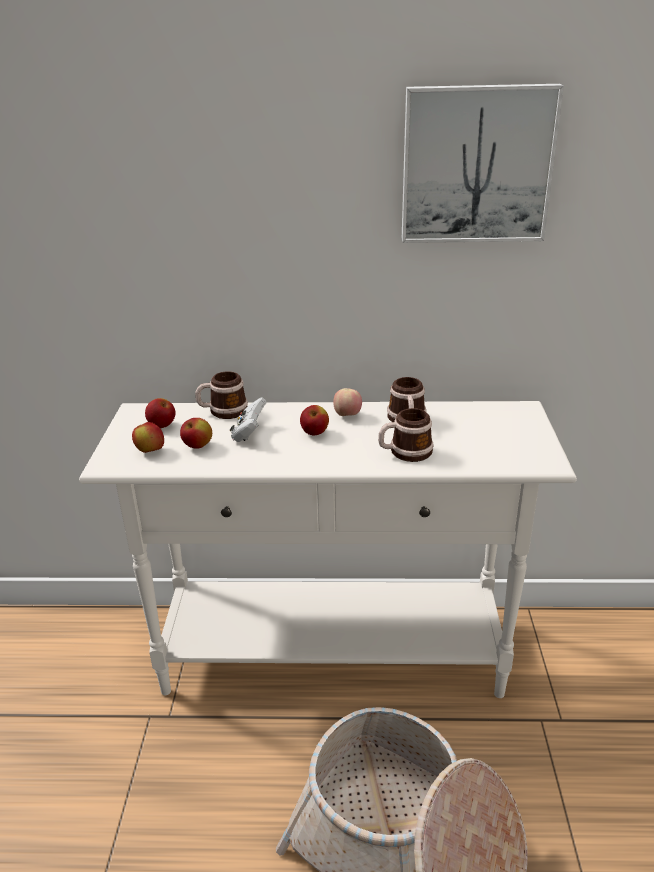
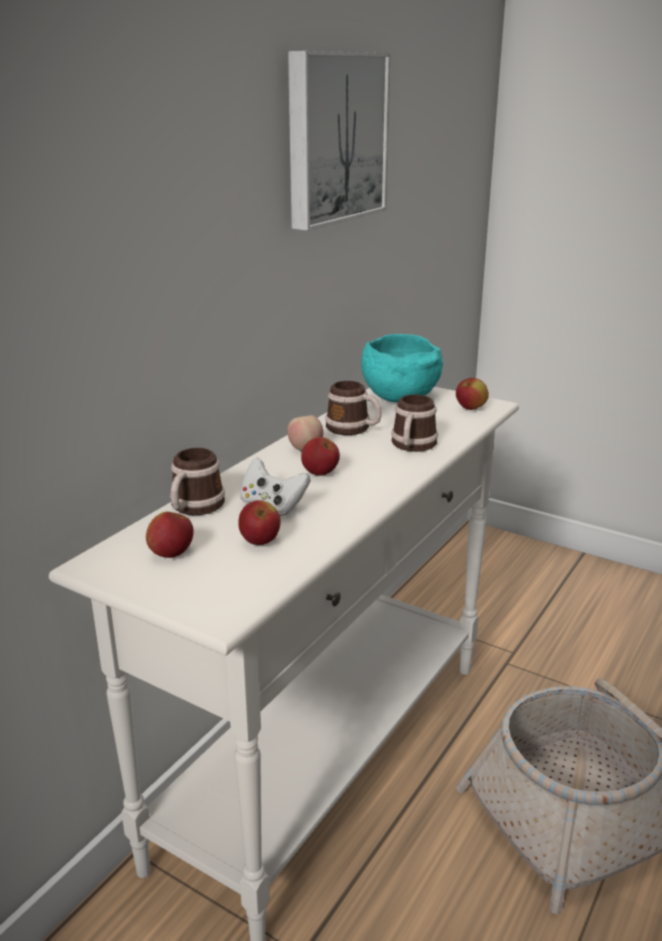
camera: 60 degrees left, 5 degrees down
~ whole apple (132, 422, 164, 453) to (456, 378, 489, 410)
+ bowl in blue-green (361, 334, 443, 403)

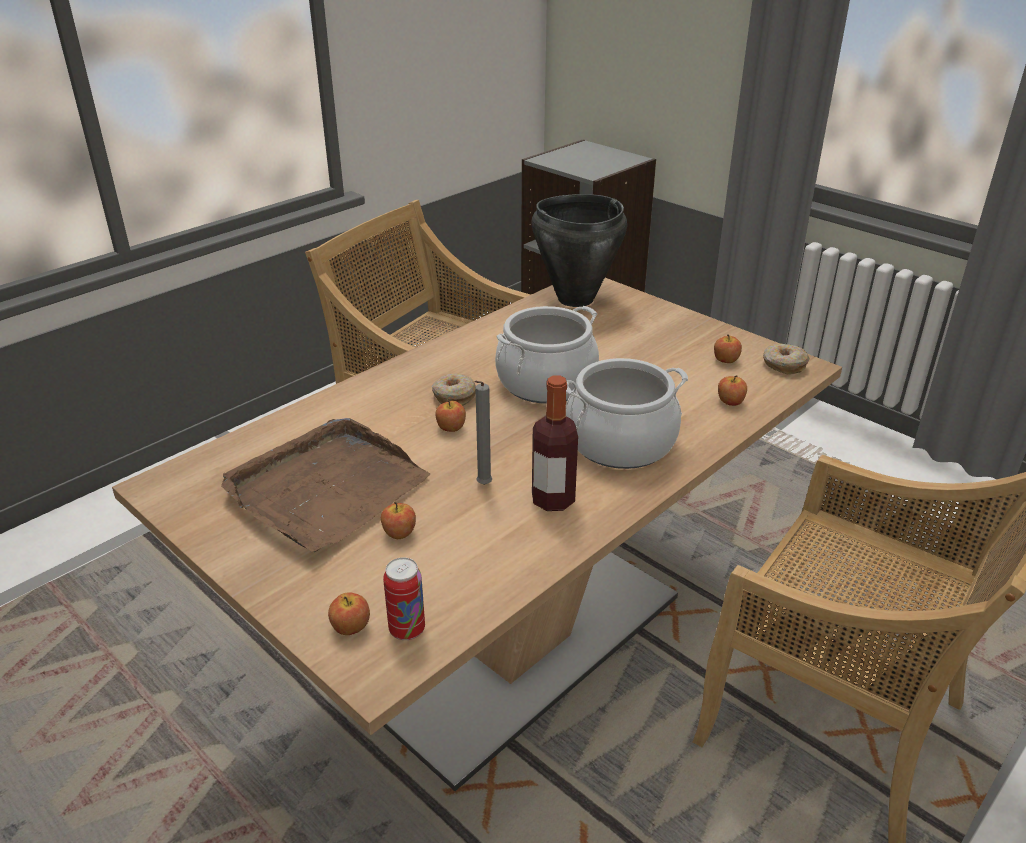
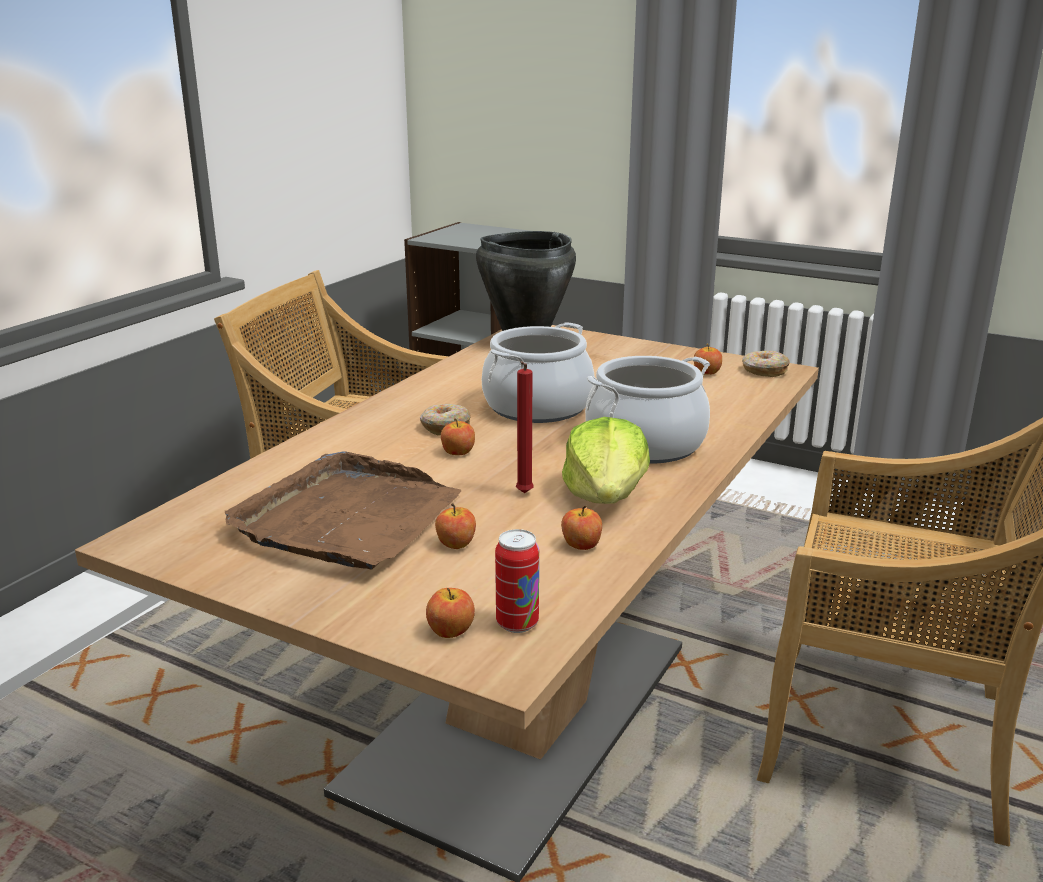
camera: 15 degrees left, 10 degrees down
~ wax light in gray (474, 381, 492, 485) to wax light in red (516, 361, 534, 493)
~ bottle (532, 375, 578, 511) to lettuce head (562, 417, 650, 504)
~ whole apple (718, 375, 747, 406) to (561, 506, 602, 550)

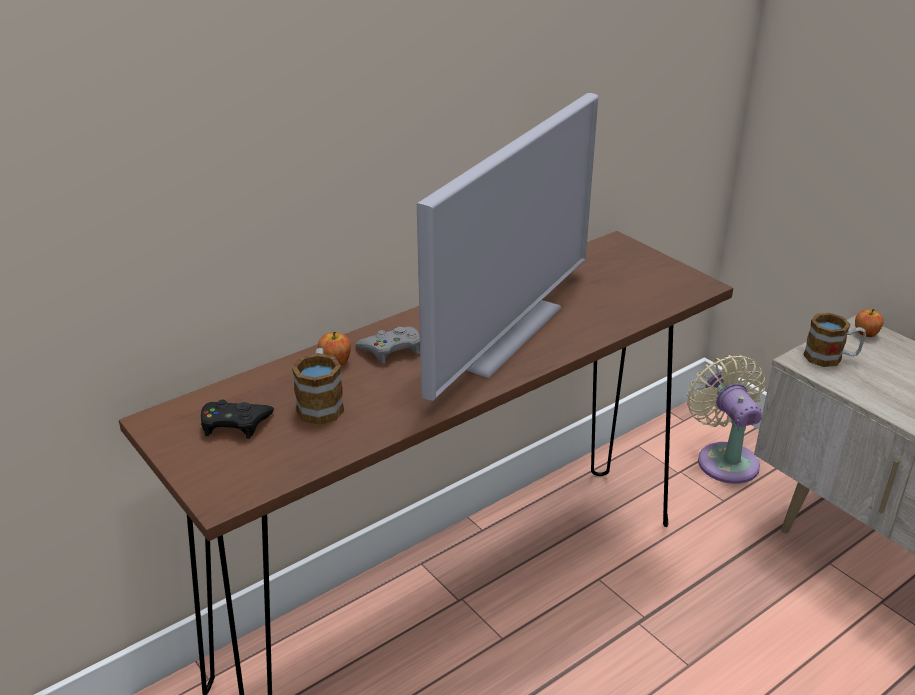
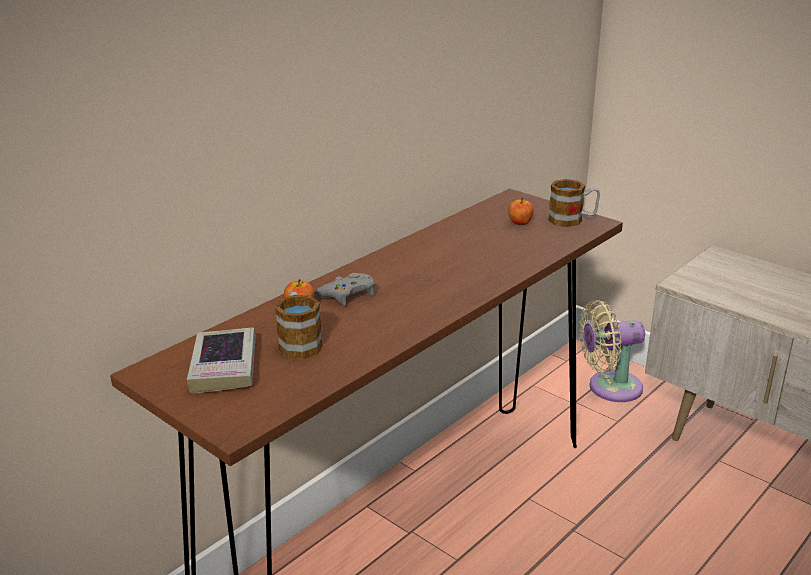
camera: 10 degrees left, 5 degrees down
~ gamepad in black (201, 400, 274, 439) to bound book (187, 327, 256, 393)
- television (417, 93, 598, 401)
~ cooling fan in sand-coloured (687, 355, 765, 484) = (579, 300, 645, 402) 75 degrees counterclockwise
~ mug (803, 313, 866, 367) to (548, 179, 600, 227)
~ whole apple (855, 309, 884, 337) to (508, 197, 534, 225)

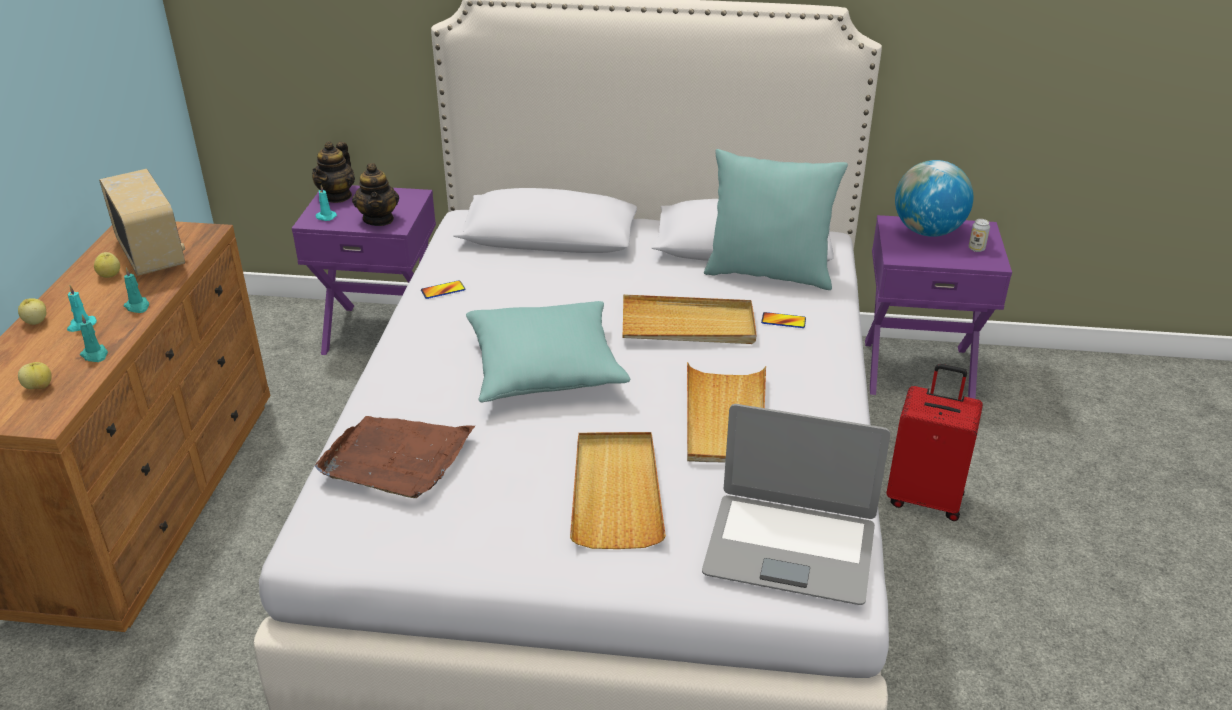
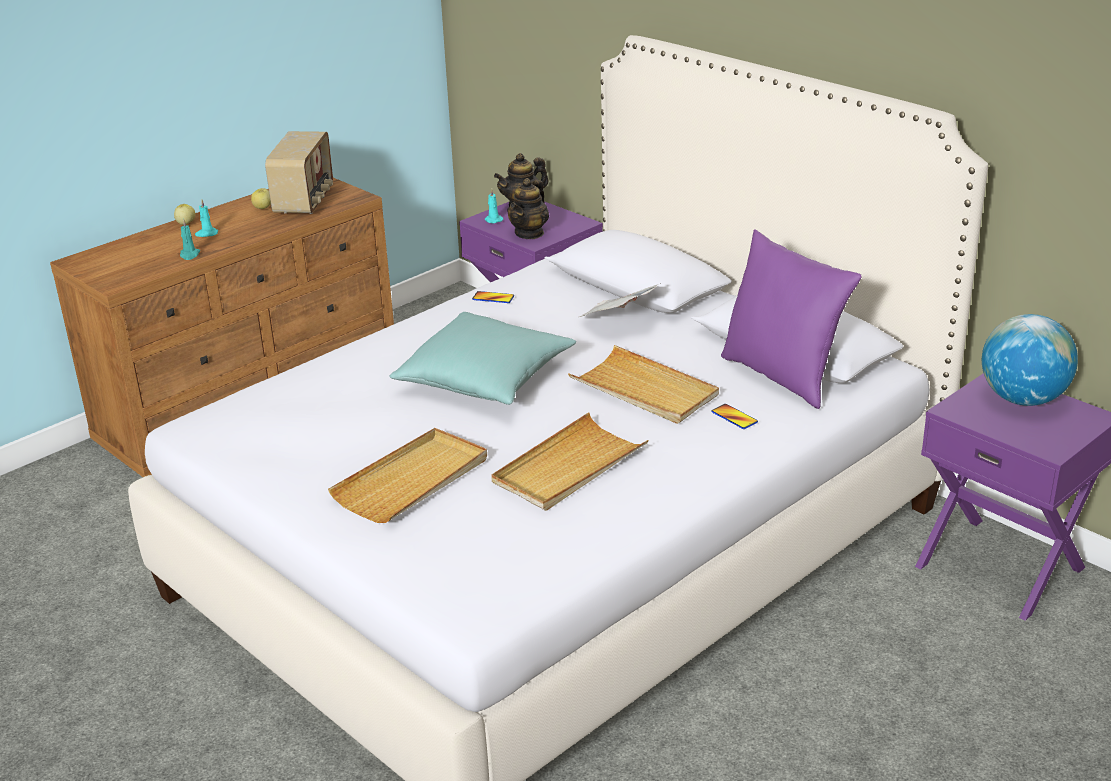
camera: 40 degrees right, 5 degrees down
- whole apple (18, 362, 52, 389)
- wax light in blue-green (123, 267, 149, 313)
- serving tray in brownish (315, 416, 475, 498)
- notebook computer (702, 404, 890, 605)
~ pillow in blue-green (704, 149, 848, 290) to pillow in purplish (721, 229, 862, 409)
- suitcase in red (886, 364, 983, 521)
- sealed can (969, 219, 990, 252)
+ newspaper (579, 283, 661, 317)

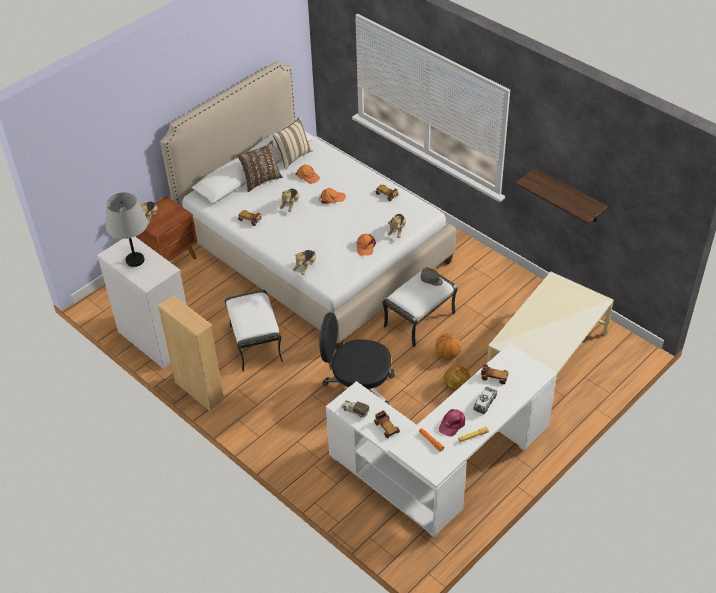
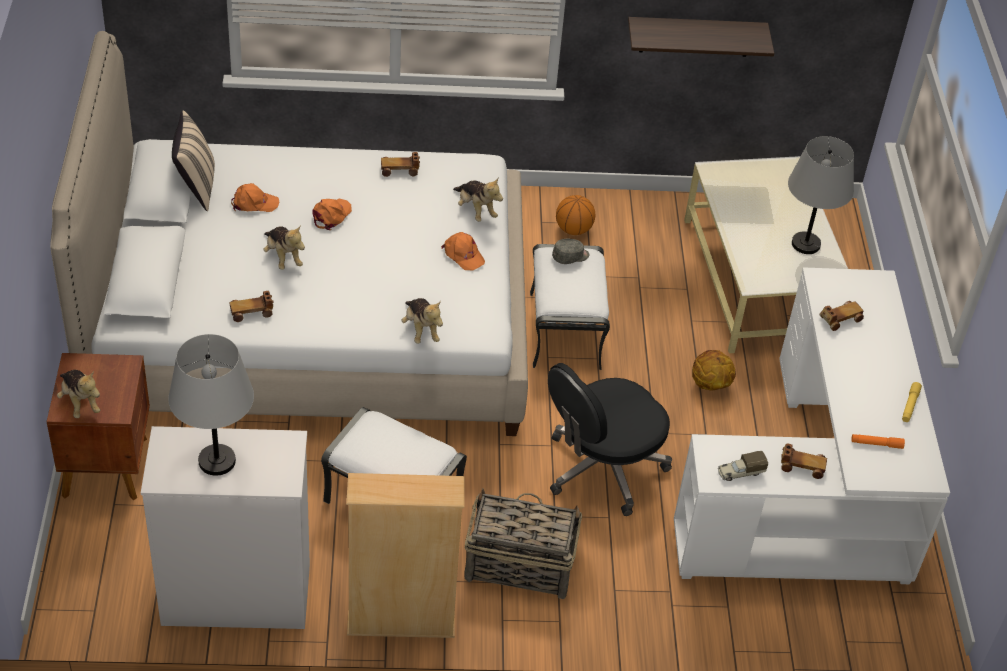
camera: 50 degrees left, 0 degrees up
- pillow in brownish (237, 141, 283, 192)
~ basketball ball (436, 334, 461, 360) to (556, 195, 595, 235)
- cap in pink-coloured (439, 409, 465, 436)
- toy lorry (473, 387, 497, 414)
+ household basket (464, 488, 582, 599)
+ lamp for a table in gray (788, 136, 854, 254)

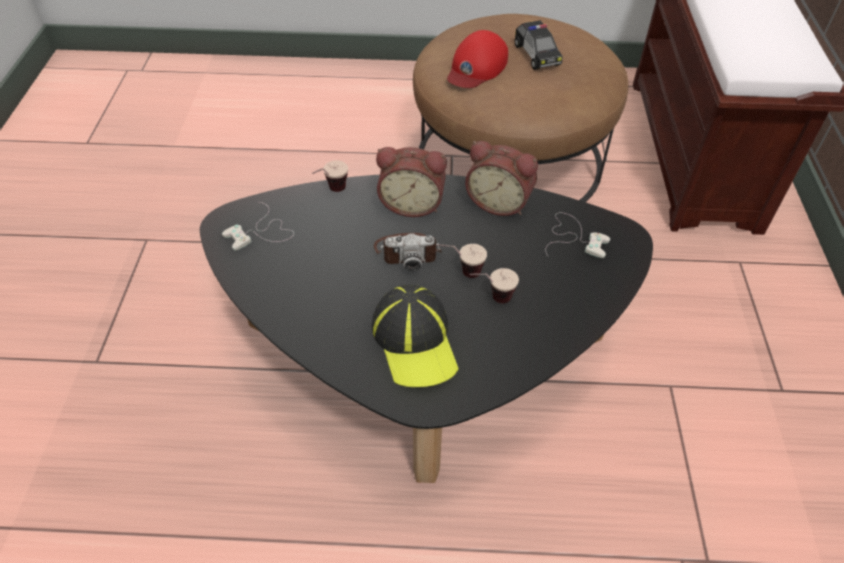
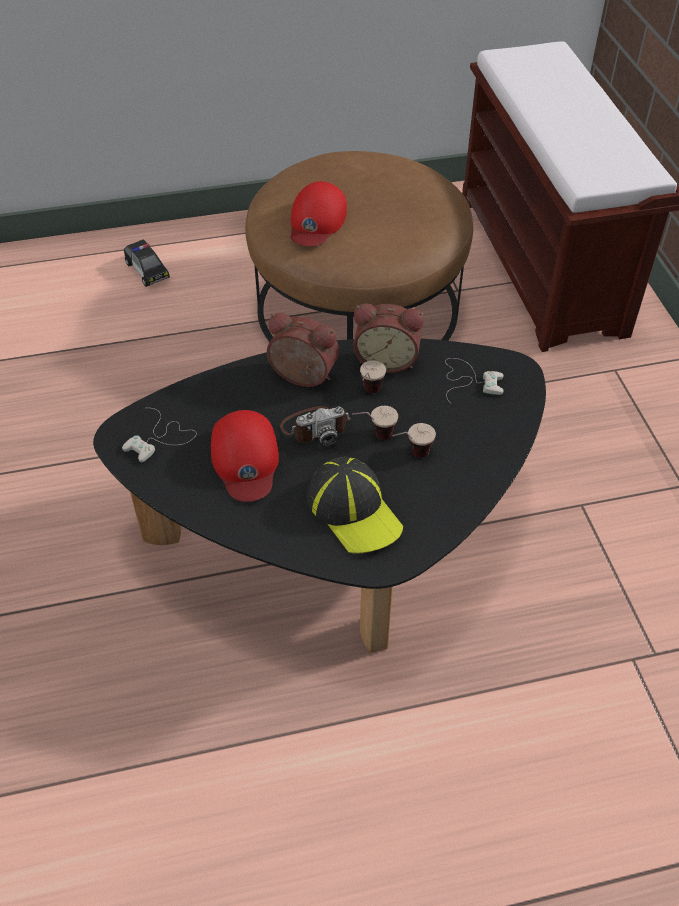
camera: 15 degrees left, 0 degrees up
~ drinking cup (312, 160, 348, 192) to (360, 360, 386, 393)
~ alarm clock (376, 147, 447, 217) = (267, 313, 339, 387) 150 degrees counterclockwise
~ toy car (515, 20, 563, 70) to (124, 239, 170, 287)
+ cap in red (211, 410, 279, 502)

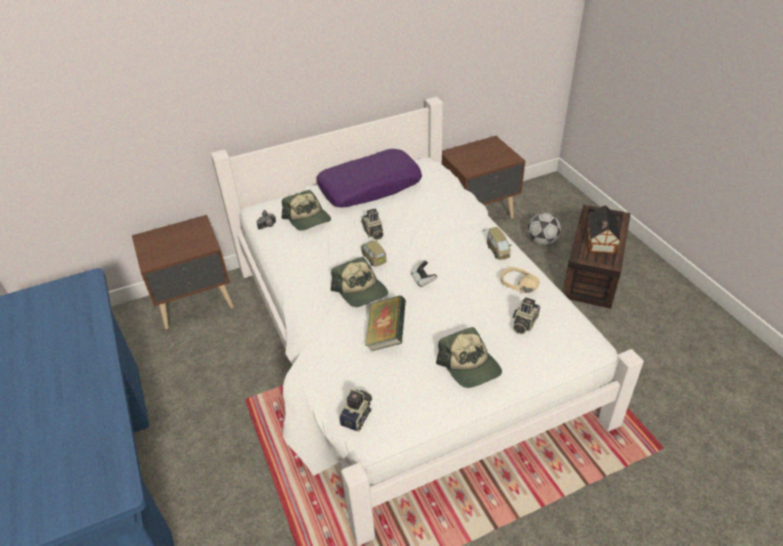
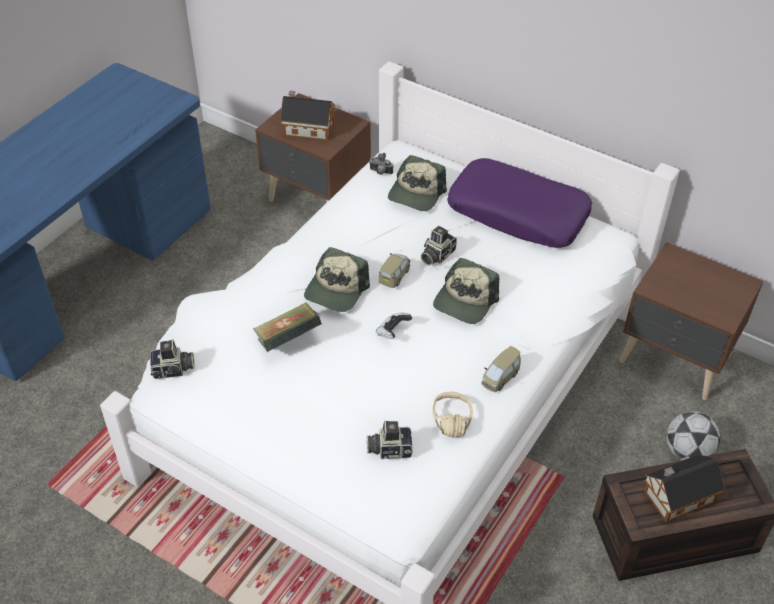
camera: 55 degrees right, 5 degrees up
~ cap (436, 327, 502, 388) to (433, 258, 499, 324)
+ miniature house (280, 91, 335, 141)

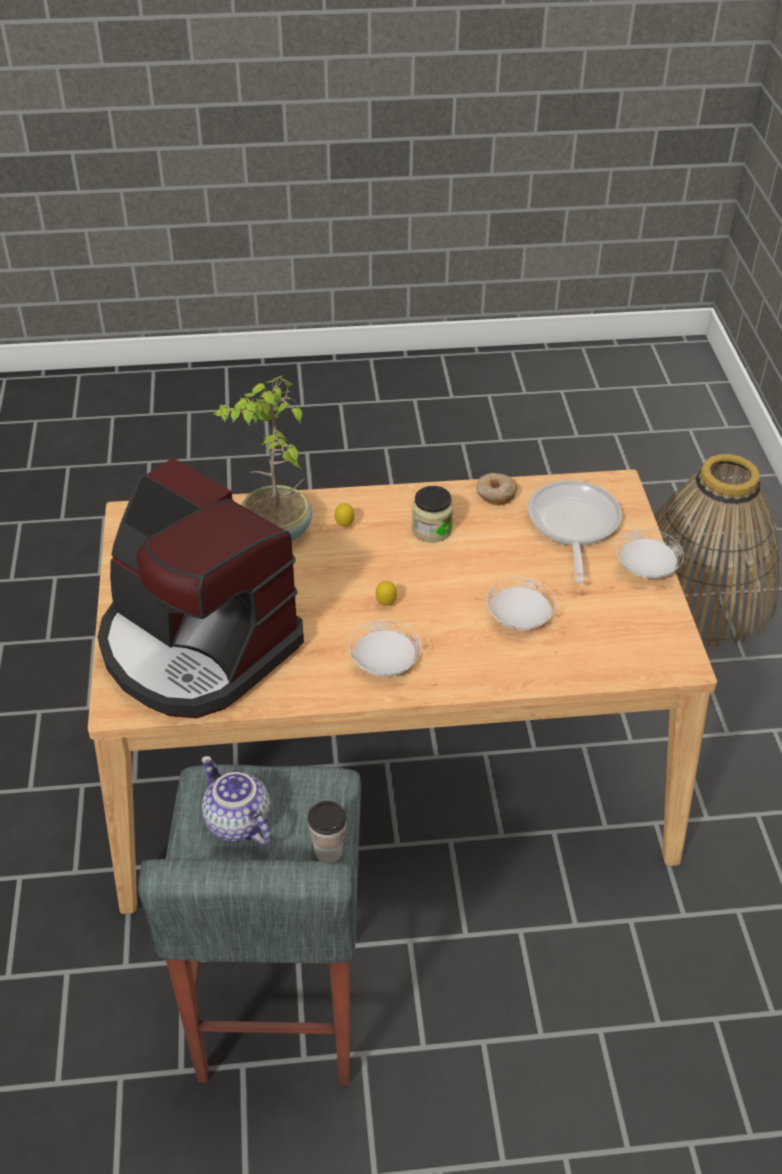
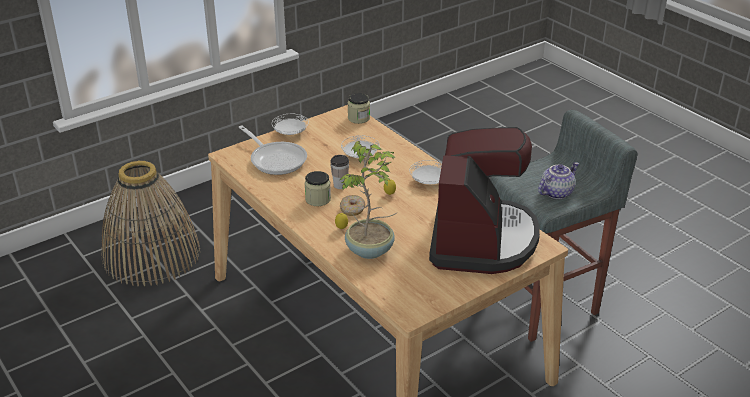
camera: 120 degrees left, 10 degrees down
~ teapot (201, 756, 271, 846) = (538, 162, 579, 199) 150 degrees counterclockwise
~ drinking cup (308, 801, 346, 862) to (330, 155, 349, 189)
~ donut (476, 473, 518, 506) to (340, 195, 365, 216)
~ pan (527, 480, 622, 583) = (238, 125, 307, 175) 105 degrees counterclockwise
+ storage jar (348, 93, 370, 124)

